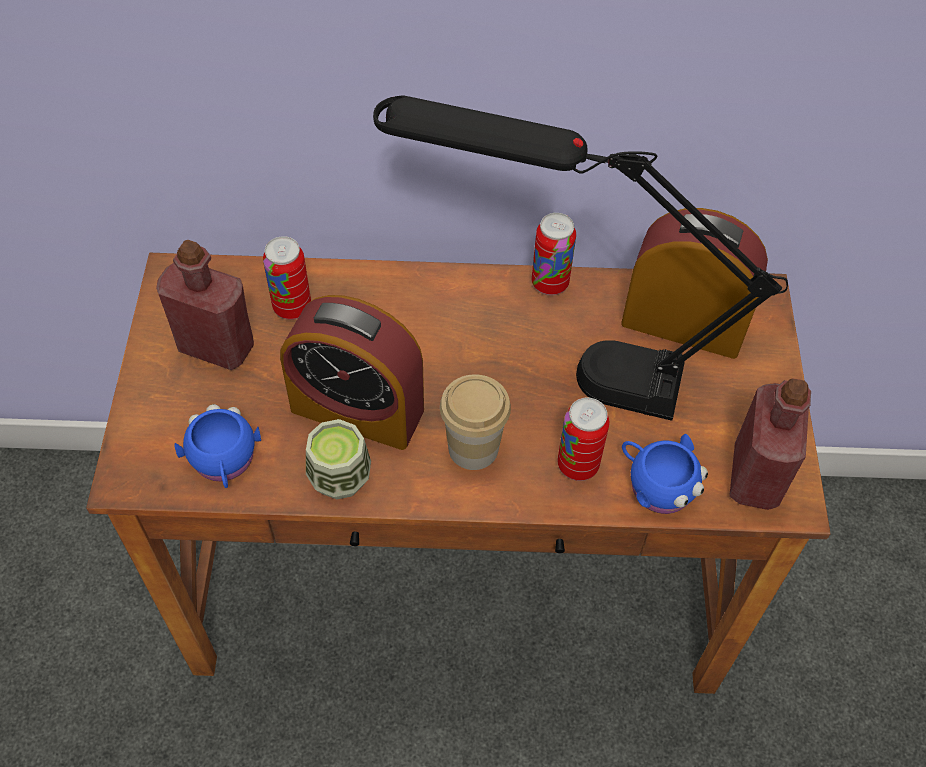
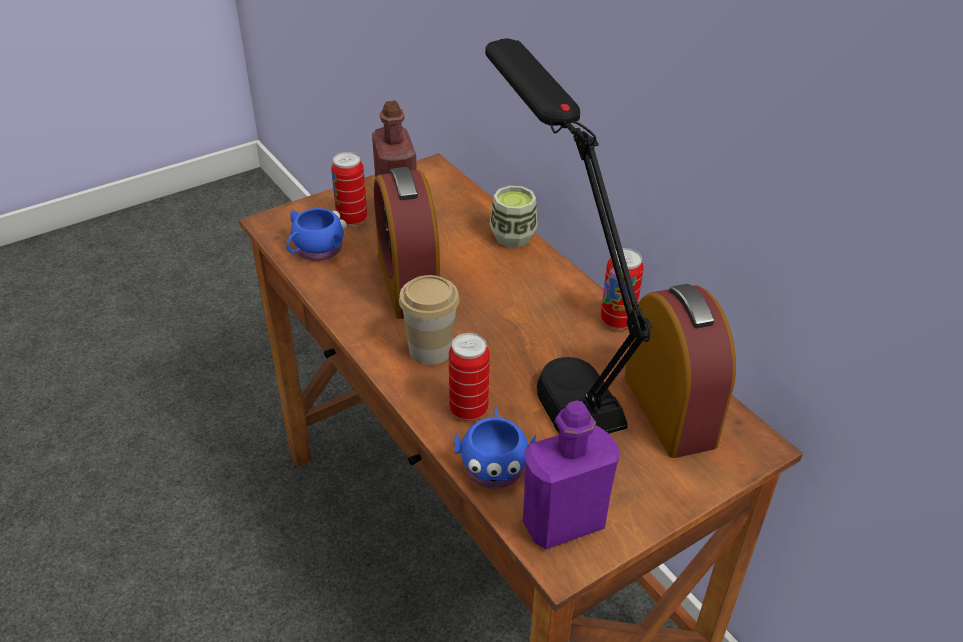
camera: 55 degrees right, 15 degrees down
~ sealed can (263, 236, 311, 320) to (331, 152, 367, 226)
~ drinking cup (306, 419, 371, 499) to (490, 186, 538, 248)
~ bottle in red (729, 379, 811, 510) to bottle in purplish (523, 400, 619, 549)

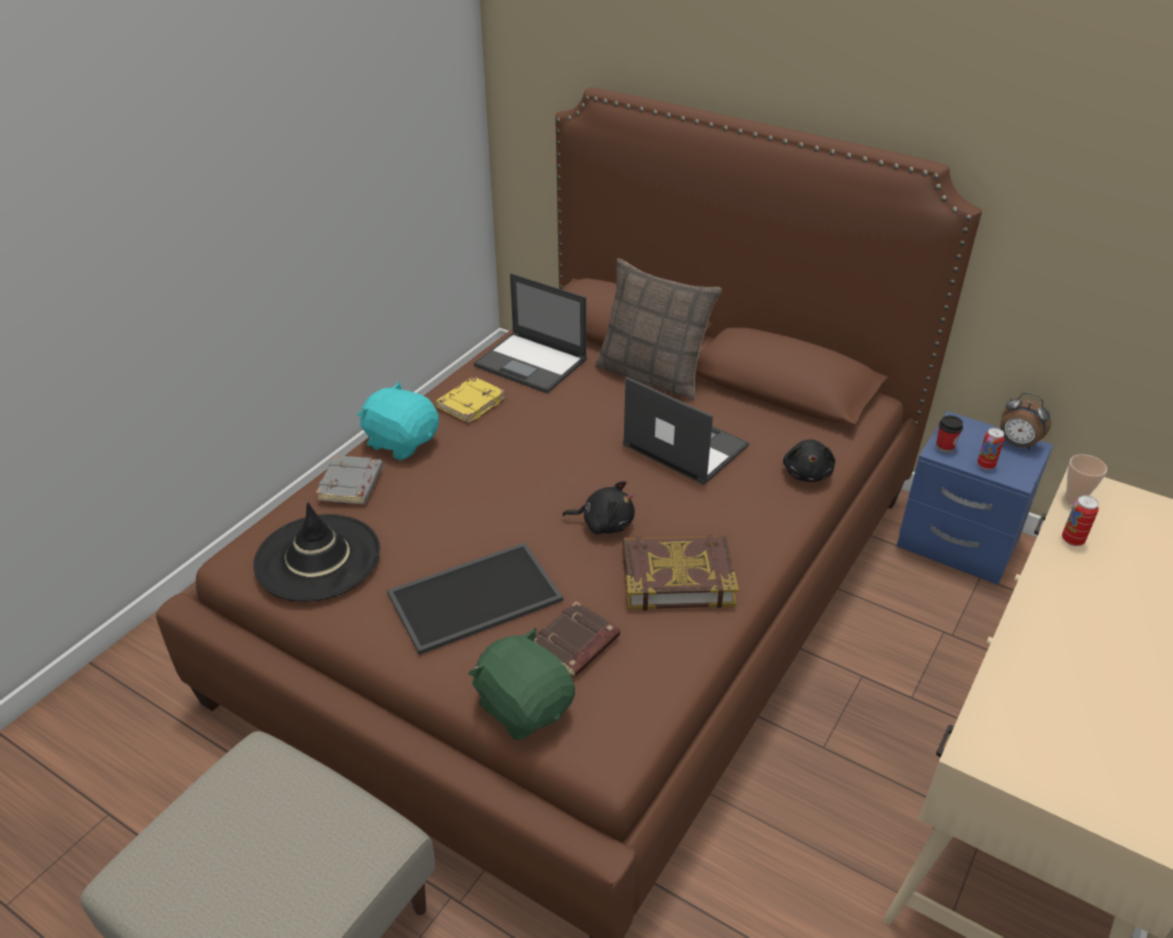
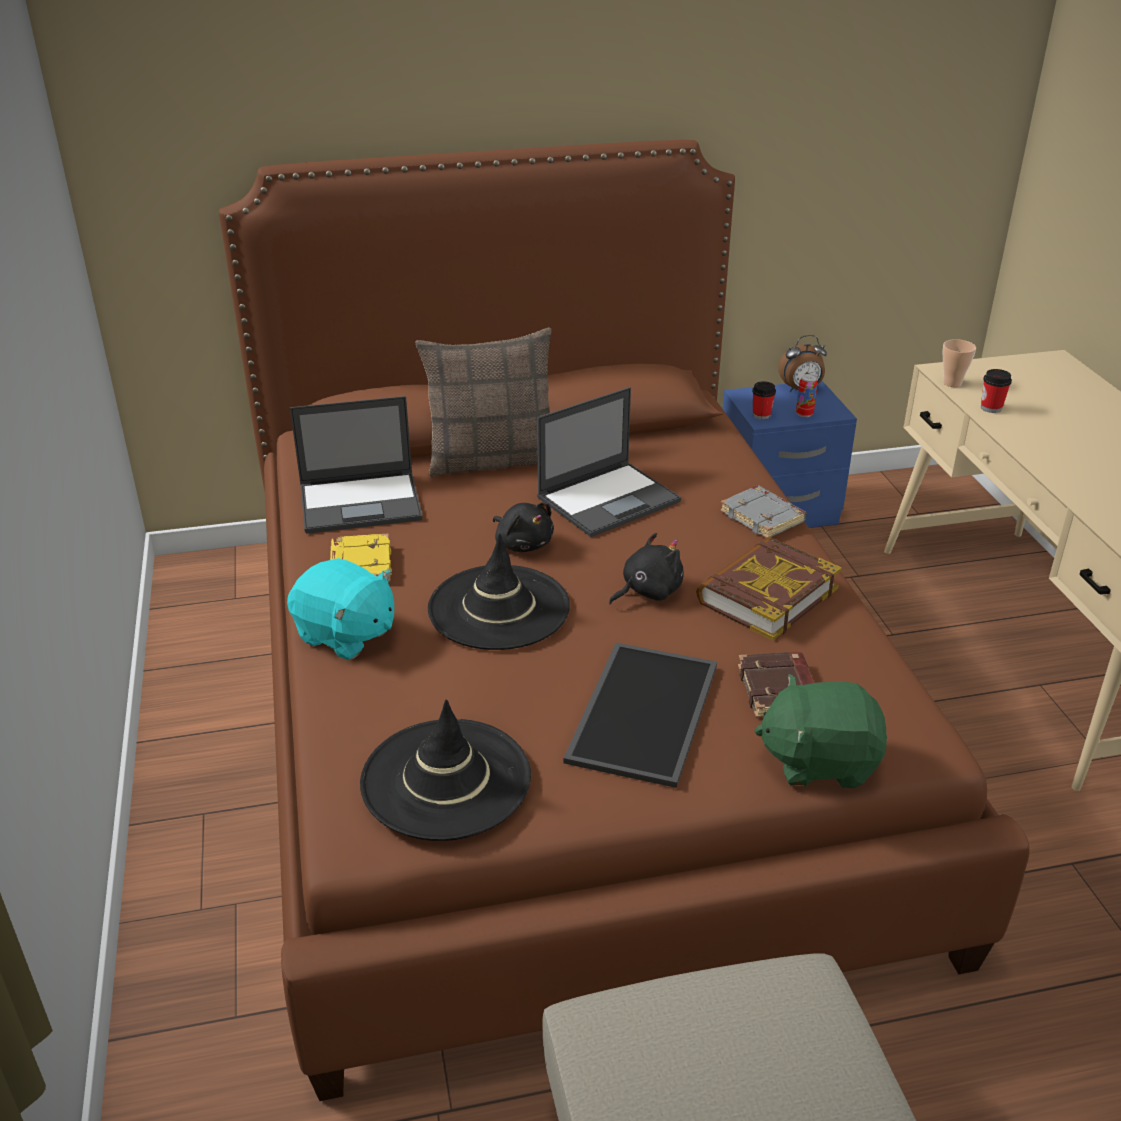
camera: 45 degrees left, 5 degrees down
~ bound book in gray (316, 455, 383, 504) to (720, 486, 807, 538)
~ soft toy in blue-green (357, 382, 439, 461) = (287, 558, 394, 660) 135 degrees counterclockwise
~ notebook computer (623, 377, 749, 485) = (537, 387, 681, 537) 150 degrees clockwise
~ soft toy in black (783, 439, 835, 482) to (493, 502, 554, 552)
~ sealed can (1062, 495, 1099, 546) to drinking cup (981, 369, 1012, 413)
+ clothing hat in black (428, 533, 570, 650)

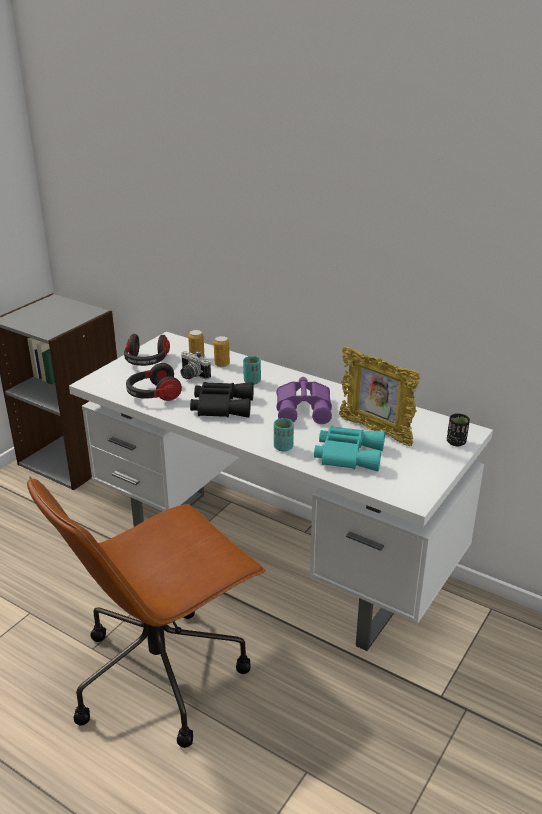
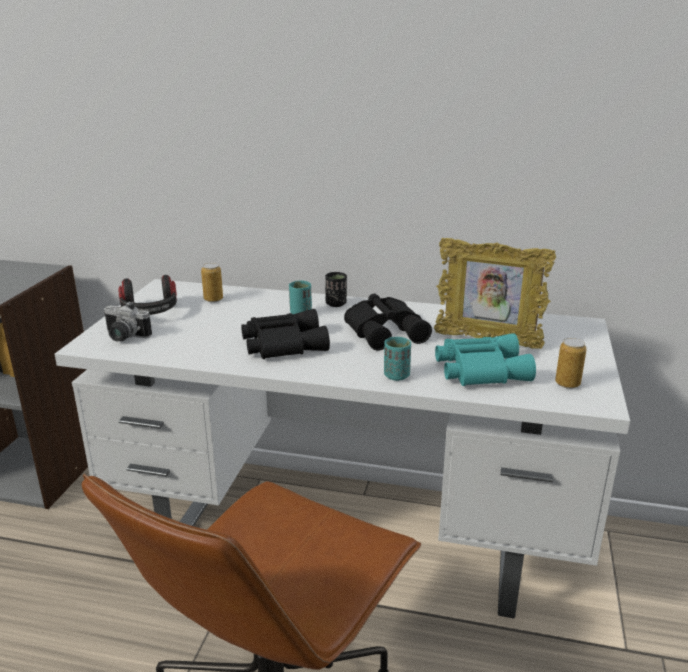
camera: 20 degrees left, 5 degrees down
- headset (126, 363, 182, 401)
~ photo camera (181, 351, 211, 380) to (103, 301, 152, 341)
~ sealed can (214, 336, 230, 367) to (555, 338, 587, 389)
~ binoculars in purplish (276, 377, 332, 424) to binoculars in black (344, 294, 432, 351)
~ drinking cup in black (447, 414, 470, 446) to (325, 272, 347, 307)

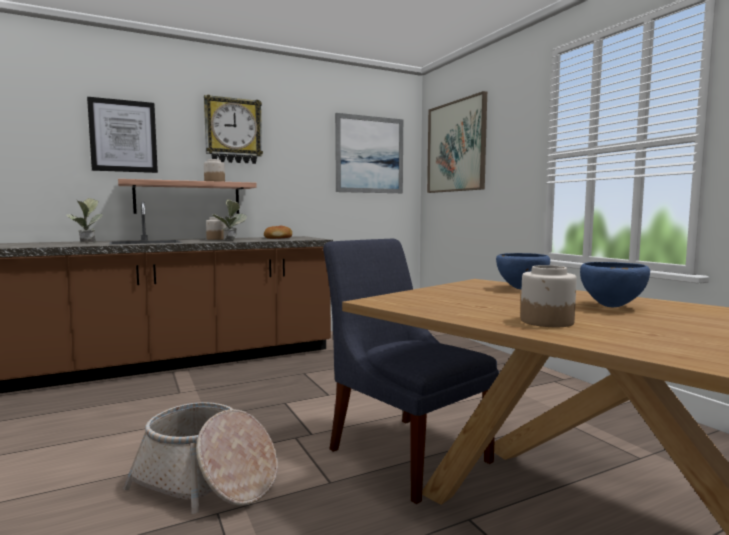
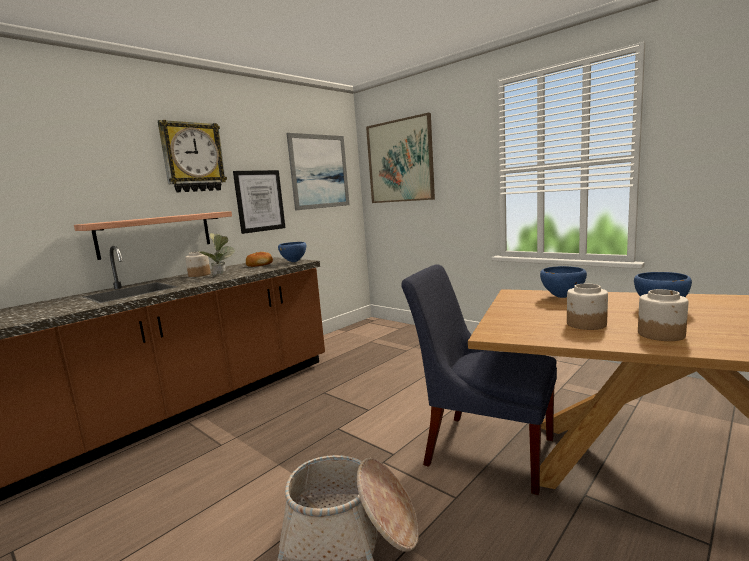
camera: 20 degrees left, 5 degrees up
- potted plant (66, 198, 103, 243)
~ picture (87, 97, 158, 173) to (233, 170, 285, 234)
~ storage jar (204, 159, 225, 182) to (567, 284, 608, 330)
+ bowl in blue-coloured (278, 242, 306, 262)

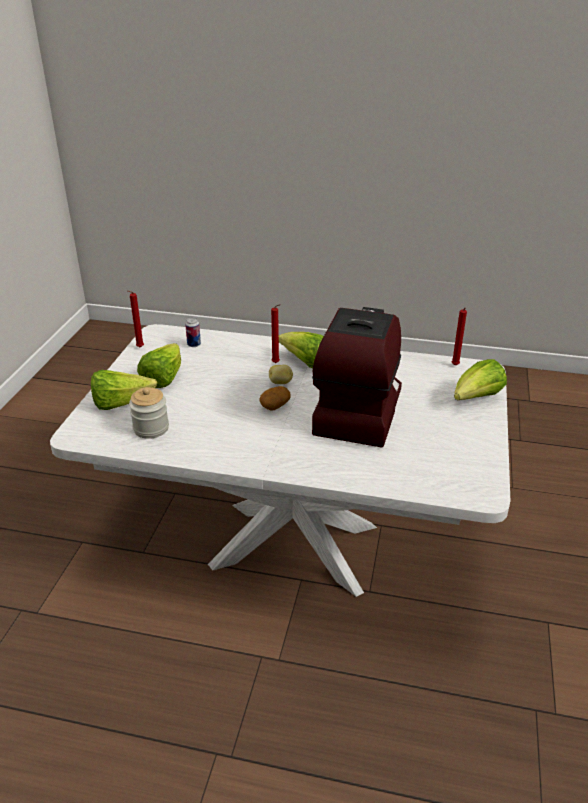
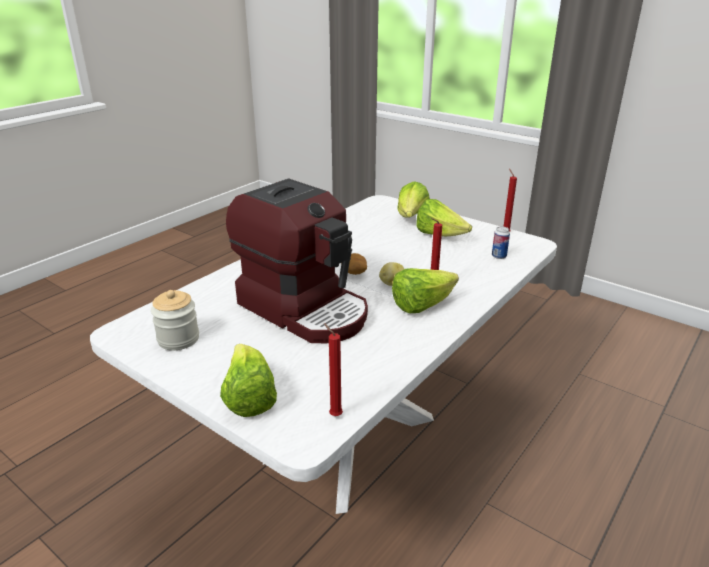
camera: 115 degrees right, 5 degrees down
~ storage jar (129, 387, 169, 439) to (151, 290, 199, 350)

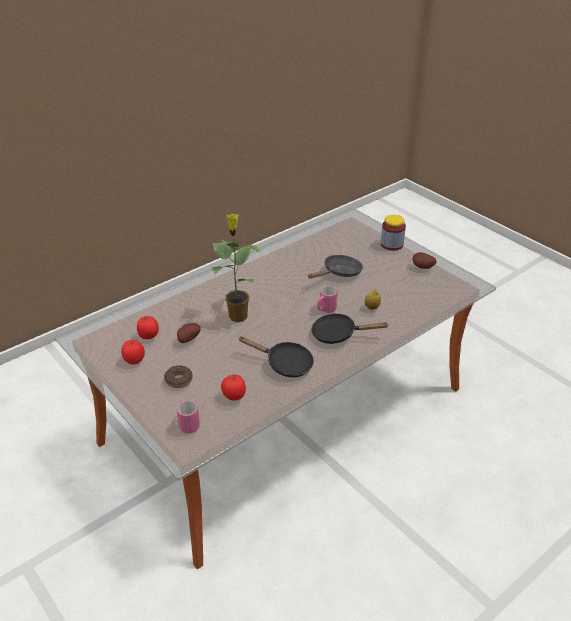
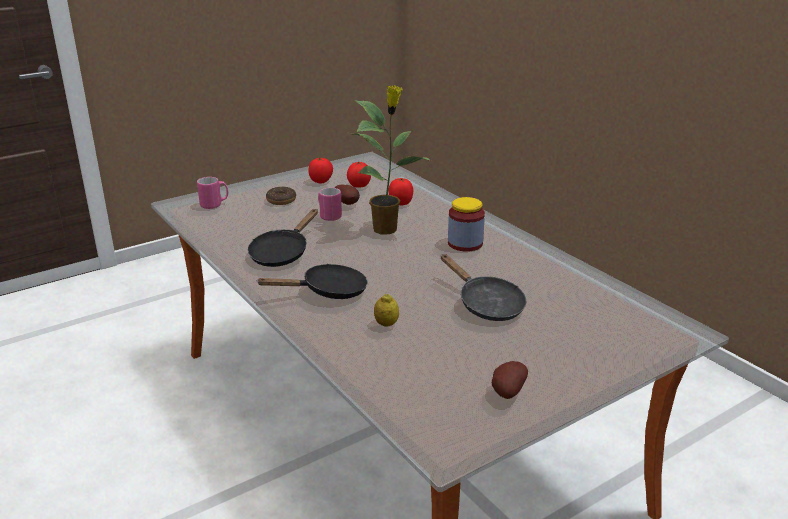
camera: 95 degrees right, 10 degrees down
~ whole tomato (221, 375, 246, 401) to (388, 178, 413, 205)
~ pan in black (311, 313, 388, 344) = (256, 264, 368, 299) 60 degrees clockwise
~ mug in pink-coloured (317, 286, 338, 313) to (318, 188, 342, 221)
~ storage jar (381, 215, 406, 251) to (448, 197, 485, 252)

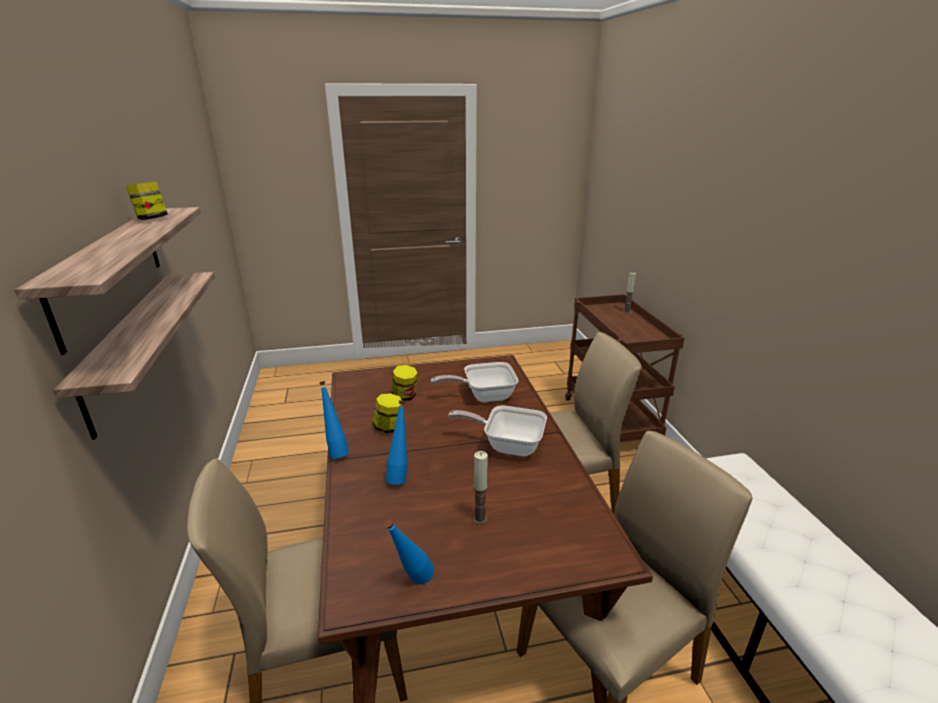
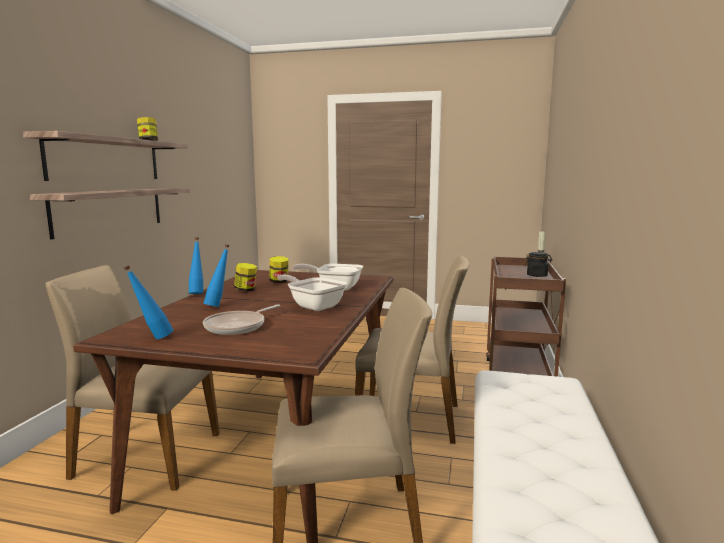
camera: 25 degrees right, 15 degrees down
~ wax light (473, 451, 488, 524) to pan (203, 304, 281, 335)
+ storage jar in black (525, 252, 552, 277)

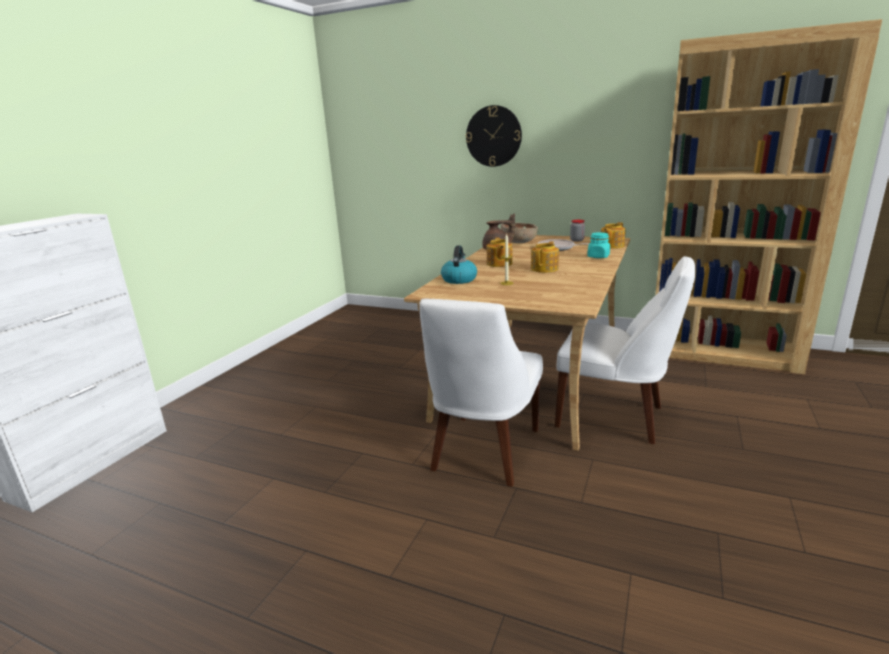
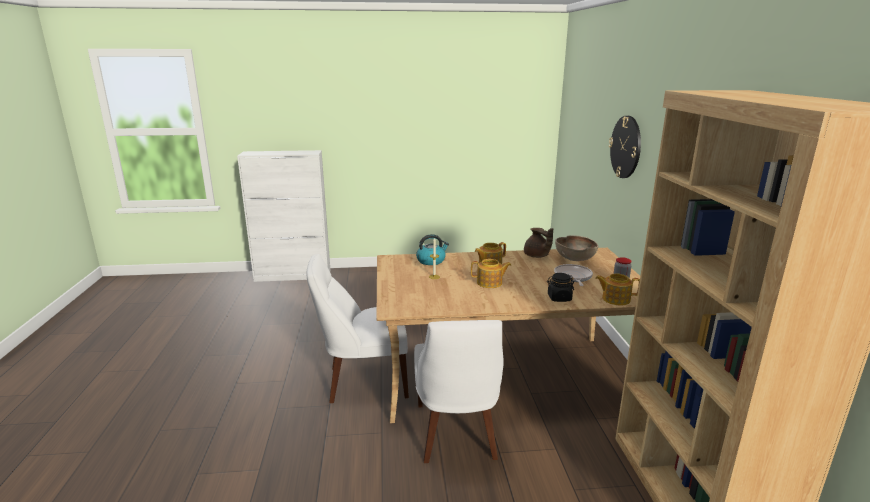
camera: 60 degrees right, 0 degrees up
~ storage jar in blue-green (587, 232, 610, 258) to storage jar in black (547, 273, 574, 302)

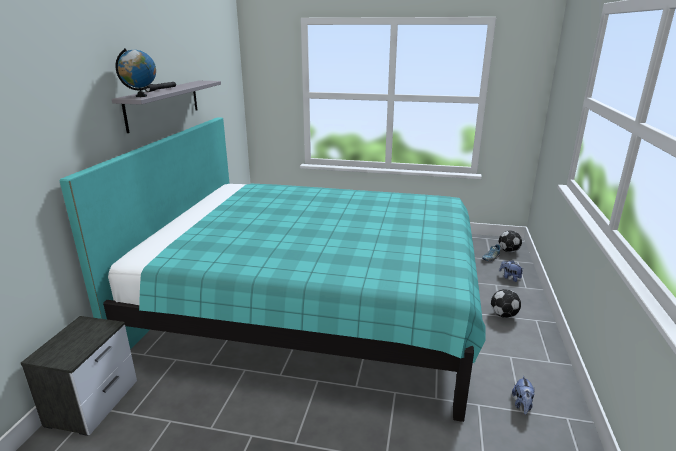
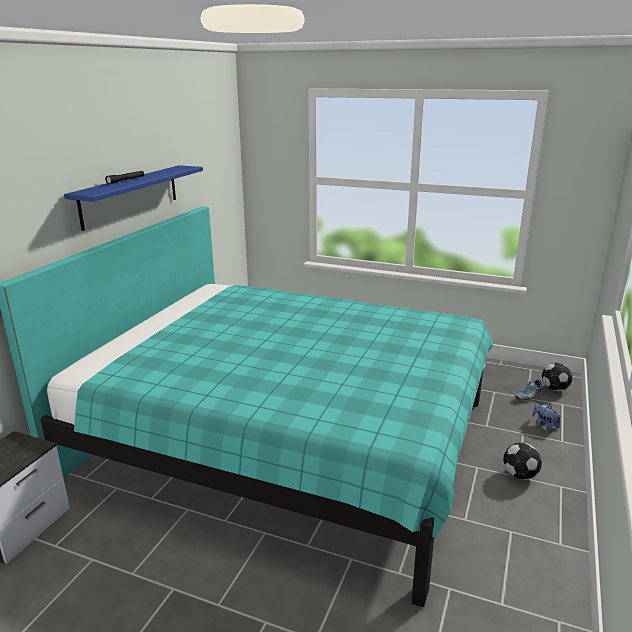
camera: 10 degrees right, 0 degrees up
~ wall shelf in gray (112, 81, 221, 133) to wall shelf in blue-coloured (64, 165, 203, 231)
- desk globe (116, 48, 156, 97)
- soft toy (512, 375, 535, 415)

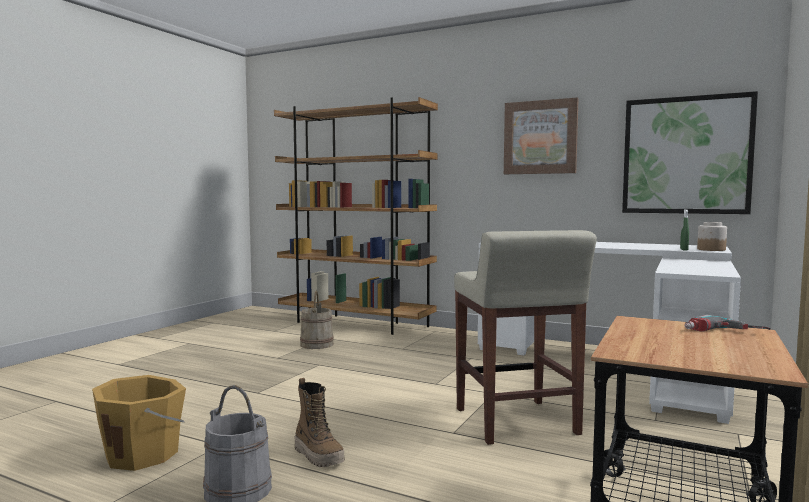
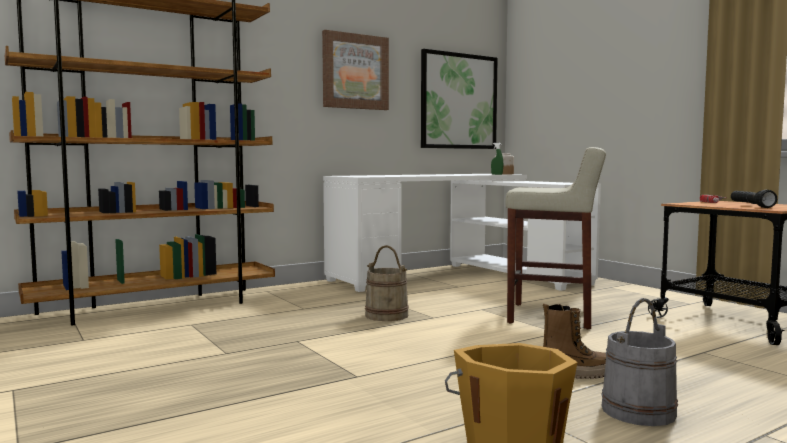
camera: 60 degrees left, 0 degrees up
~ water bucket in sand-coloured (300, 291, 334, 349) to (365, 245, 409, 321)
+ torch in black (731, 190, 777, 208)

